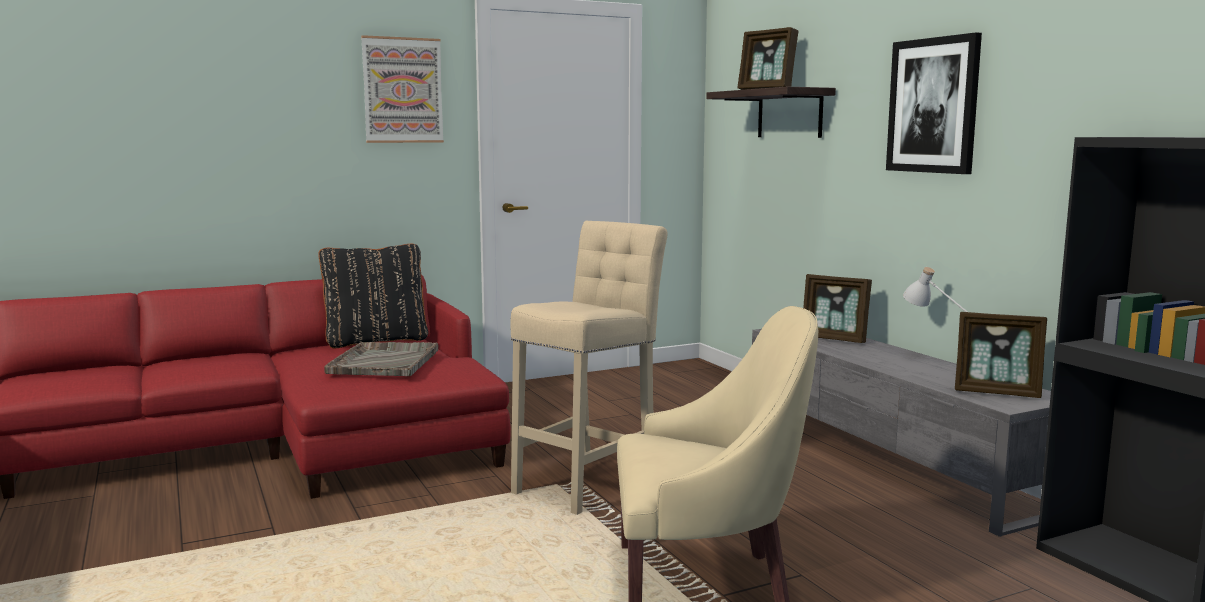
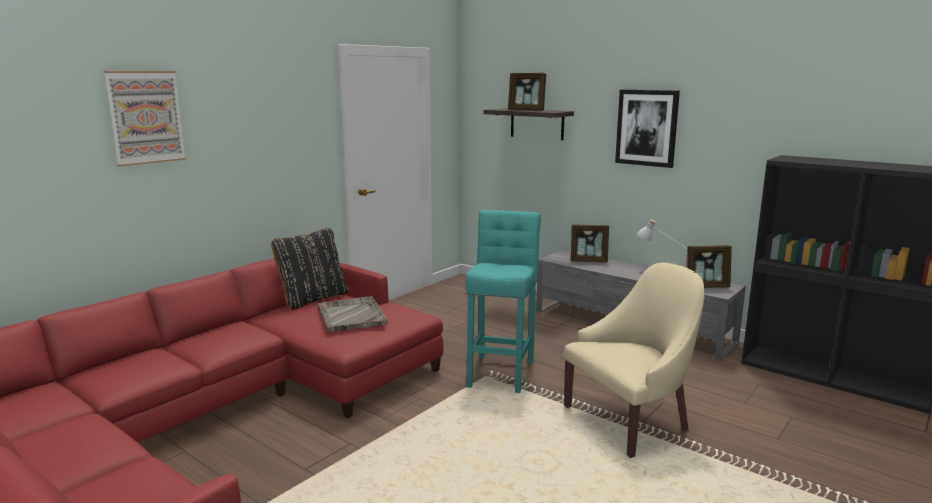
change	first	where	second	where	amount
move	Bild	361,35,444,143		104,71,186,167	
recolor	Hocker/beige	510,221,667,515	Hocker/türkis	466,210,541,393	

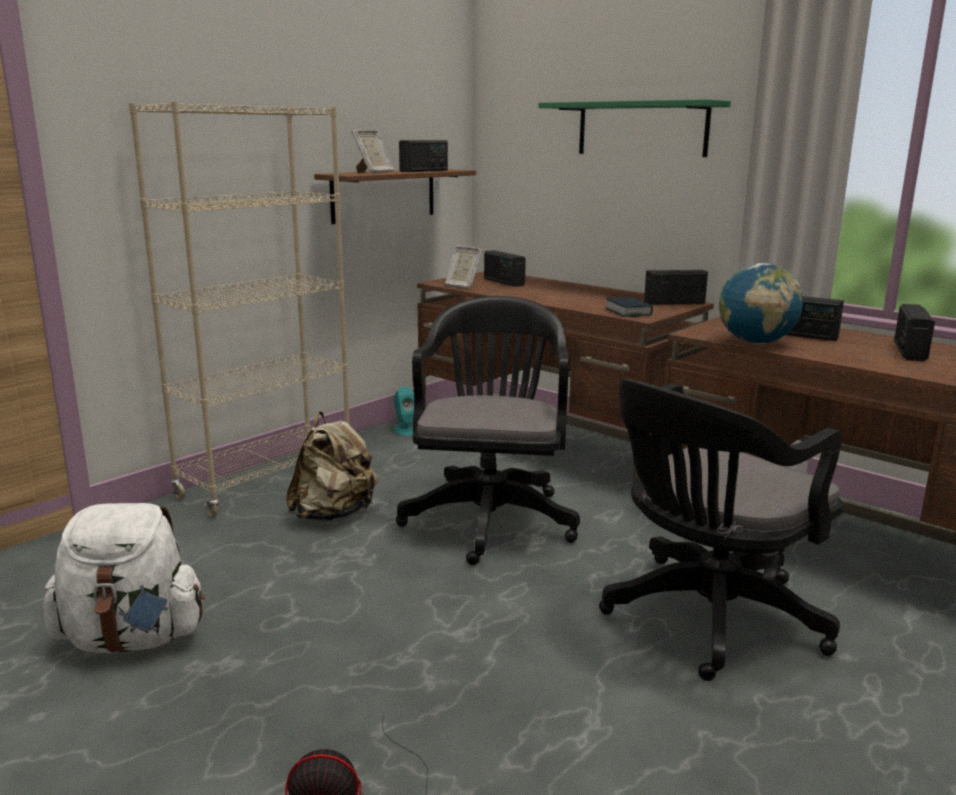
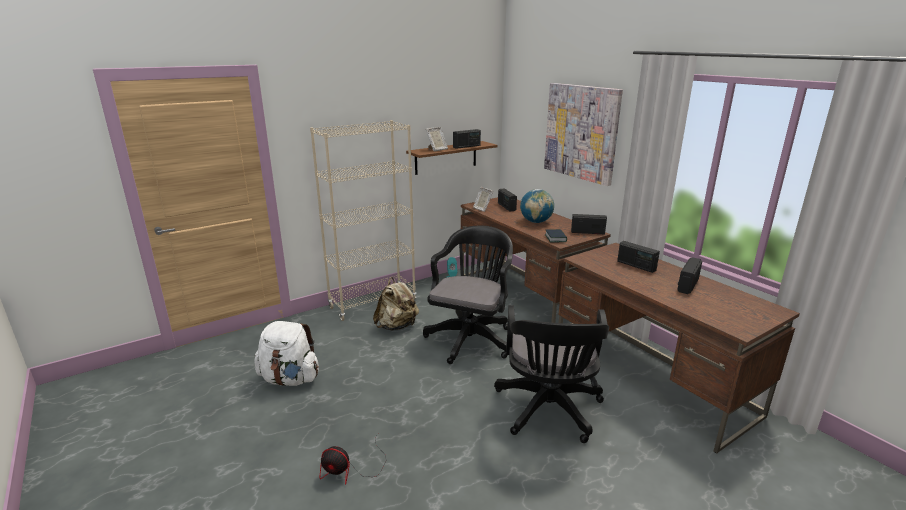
change	first	where	second	where	amount
replace	Wandregal/grün	538,99,731,157	Bild	544,83,623,186	
rotate	Bürostuhl/schwarz	599,379,844,681		494,305,609,443	60 degrees counterclockwise
move	Globus	718,263,803,344		520,189,554,223	

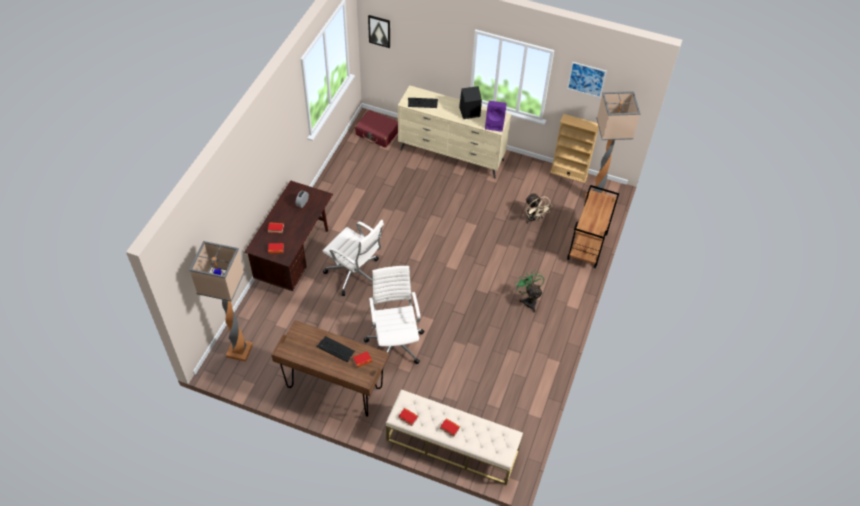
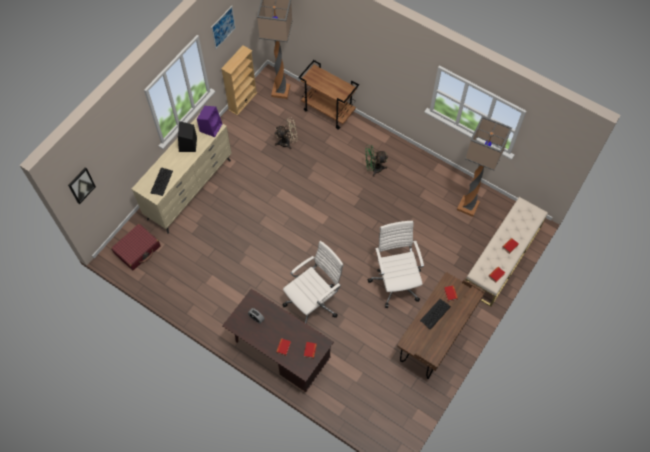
change	first	where	second	where	amount
move	Stehlampe	189,241,253,362		457,116,512,217	
rotate	Bürostuhl/weiß	364,266,424,369		368,221,424,308	75 degrees clockwise

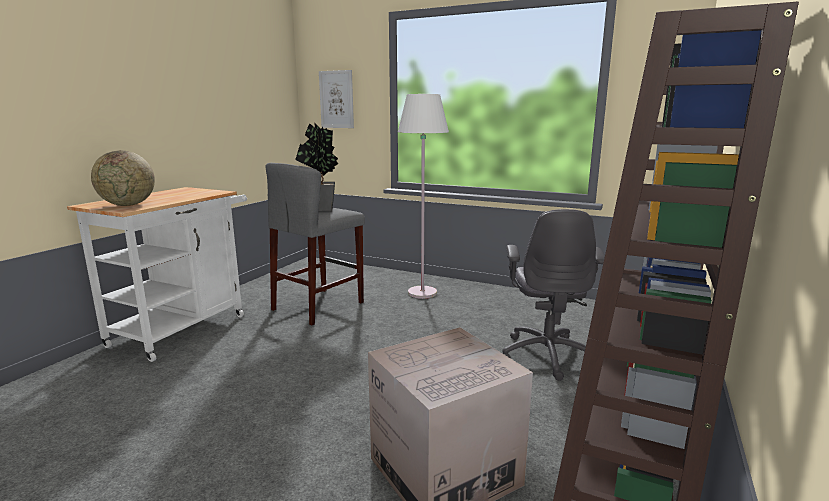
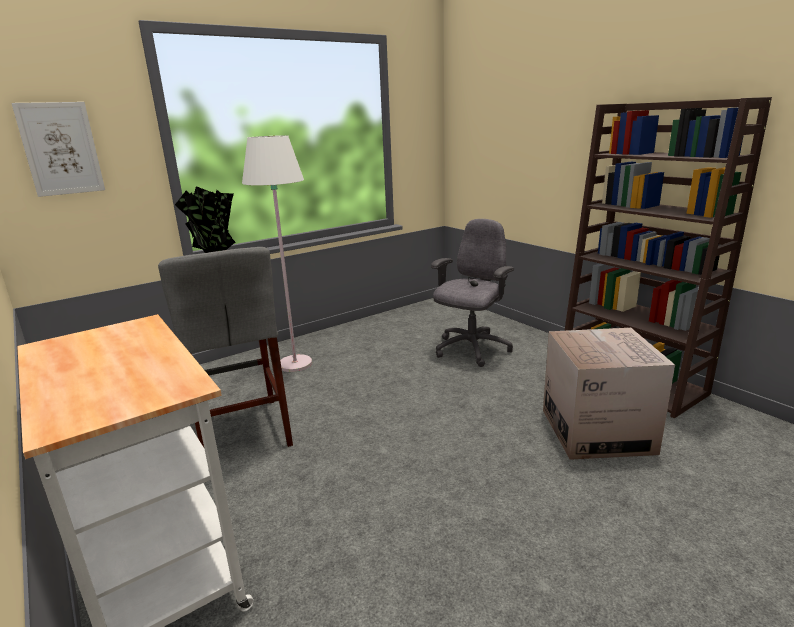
change	first	where	second	where	amount
delete	Globus	91,150,155,206			
rotate	Bürostuhl/grau	502,209,605,381		431,219,514,367	90 degrees counterclockwise

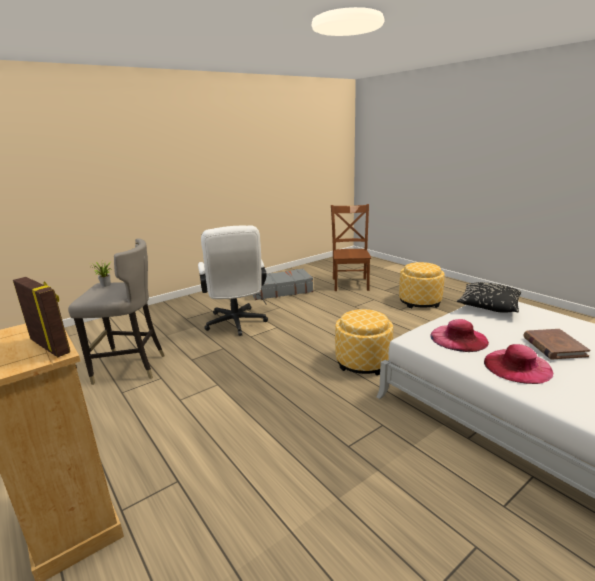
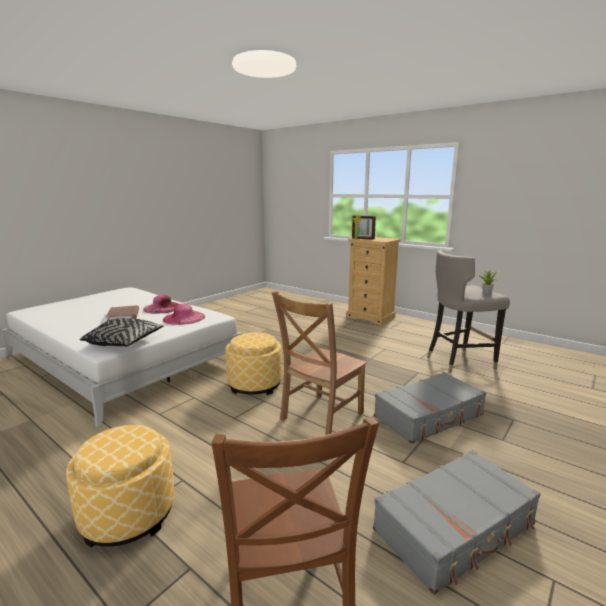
change	first	where	second	where	amount
replace	Bürostuhl/weiß	198,225,268,336	Koffer/grau	374,372,486,444	
insert			Stuhl/braun	272,291,367,435	

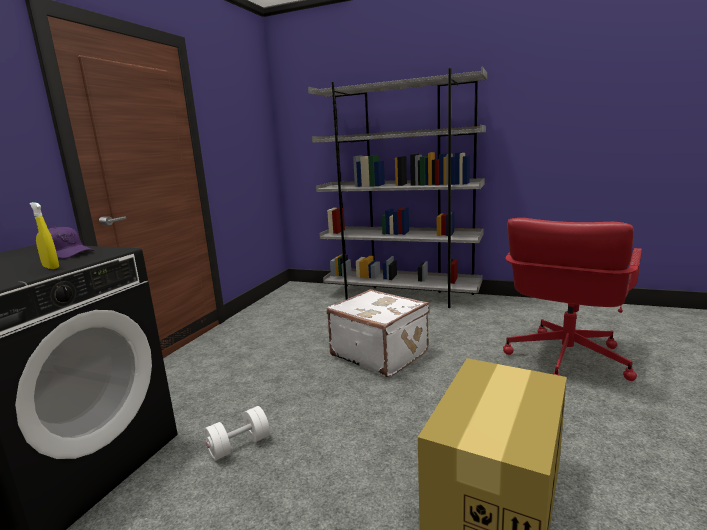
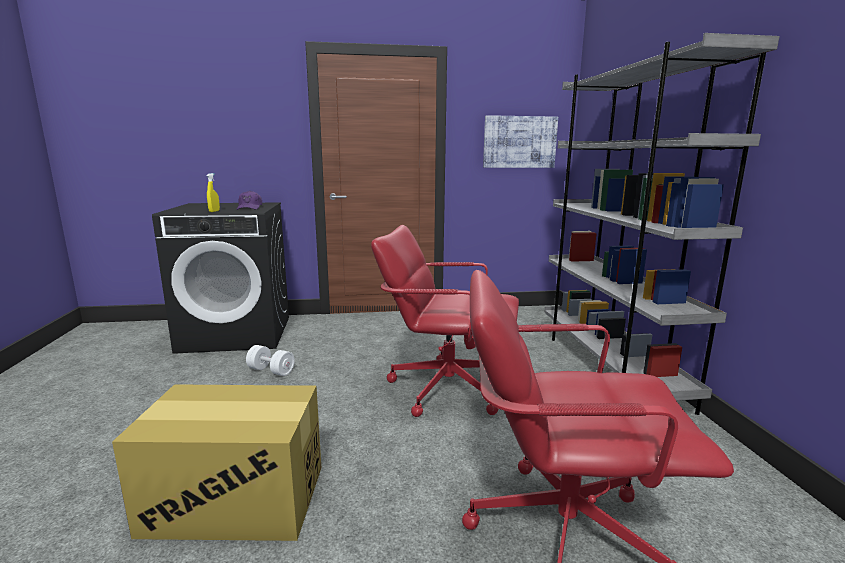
change	first	where	second	where	amount
replace	Koffer/weiß	327,289,430,377	Bürostuhl/rot	371,225,519,417	
insert			Bild	483,115,558,168	

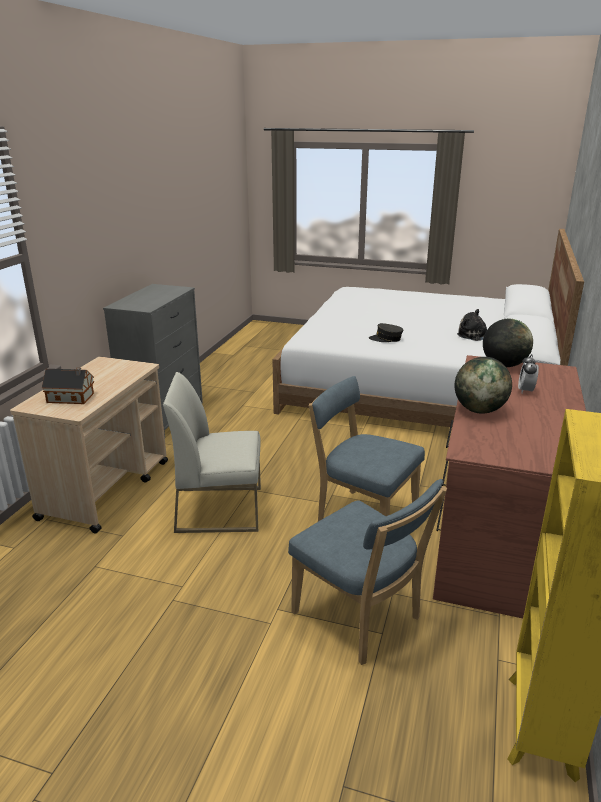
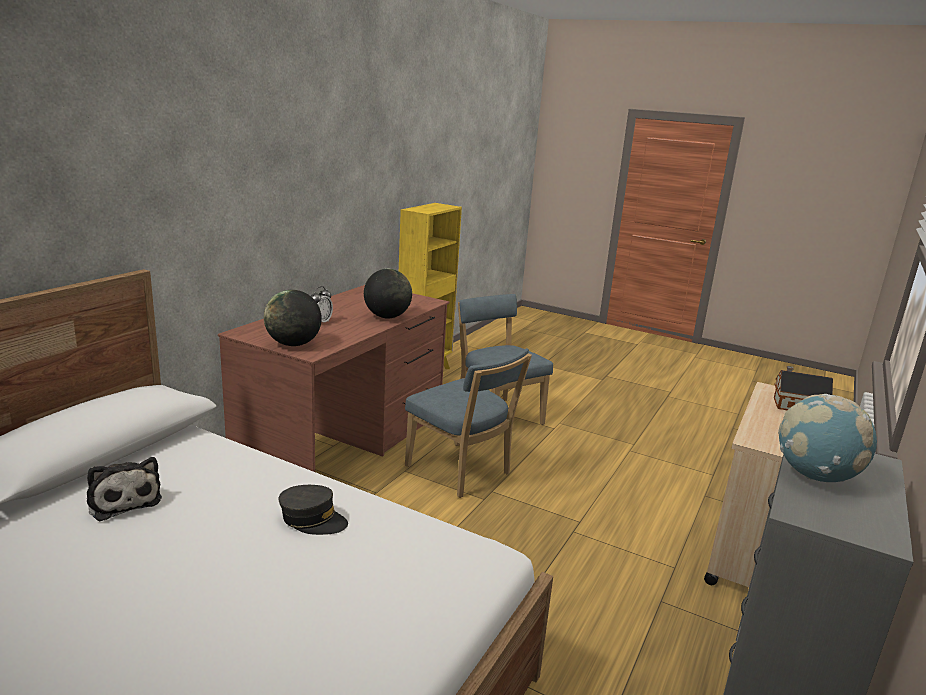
change	first	where	second	where	amount
delete	Stuhl/weiß	163,372,261,533			
insert			Globus	778,394,877,482	

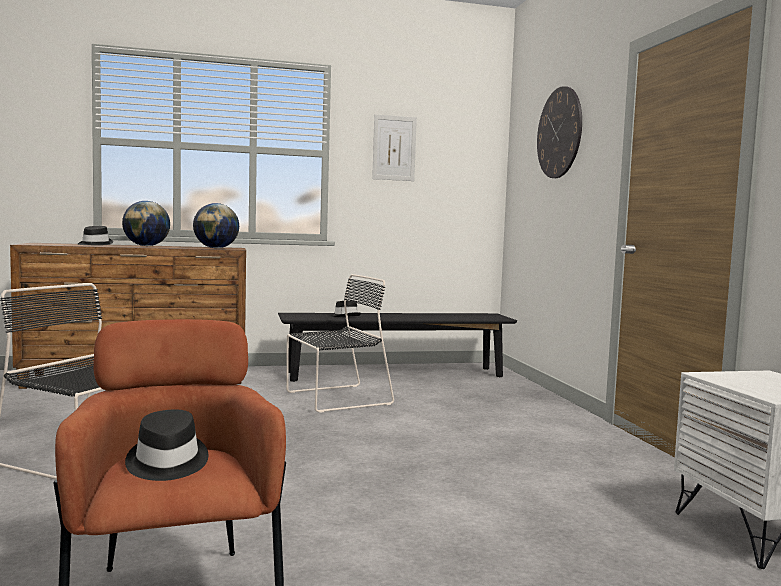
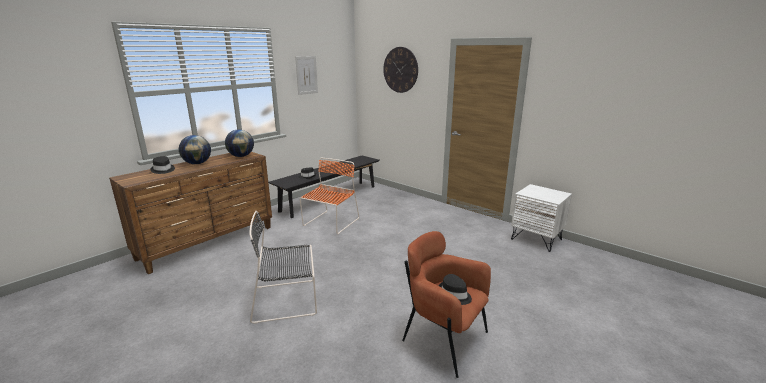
change	first	where	second	where	amount
recolor	Stuhl/schwarz	286,274,394,413	Stuhl/orange	300,158,359,234	

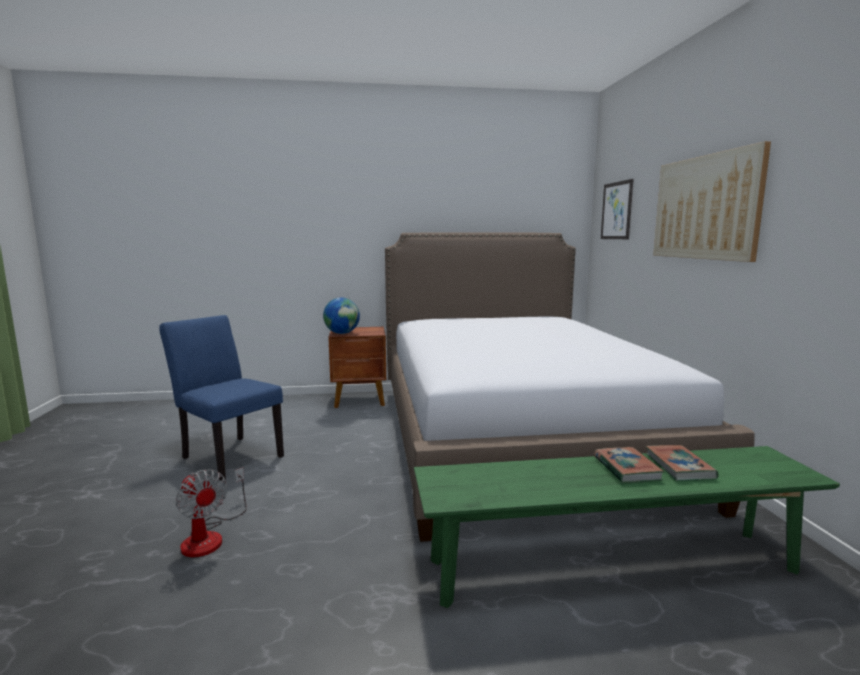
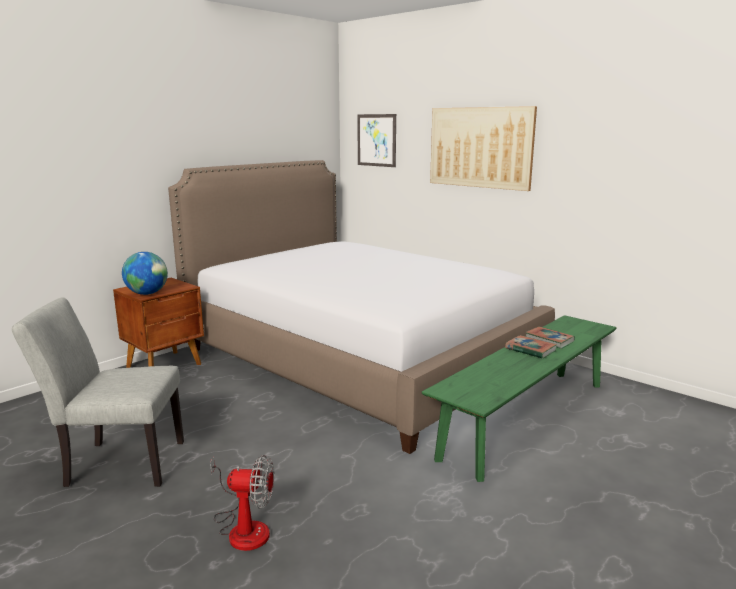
change	first	where	second	where	amount
recolor	Stuhl/blau	159,315,284,481	Stuhl/grau	12,297,184,487	

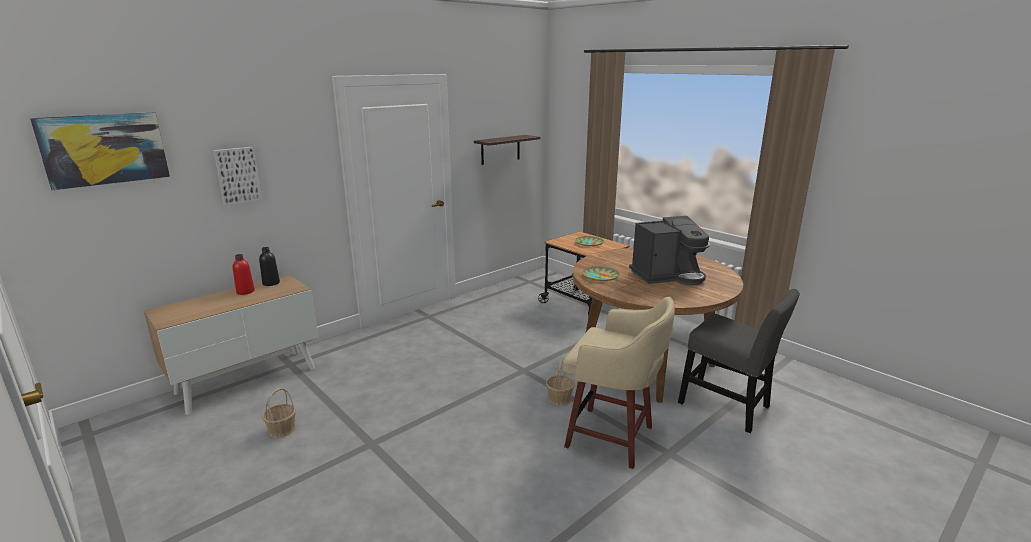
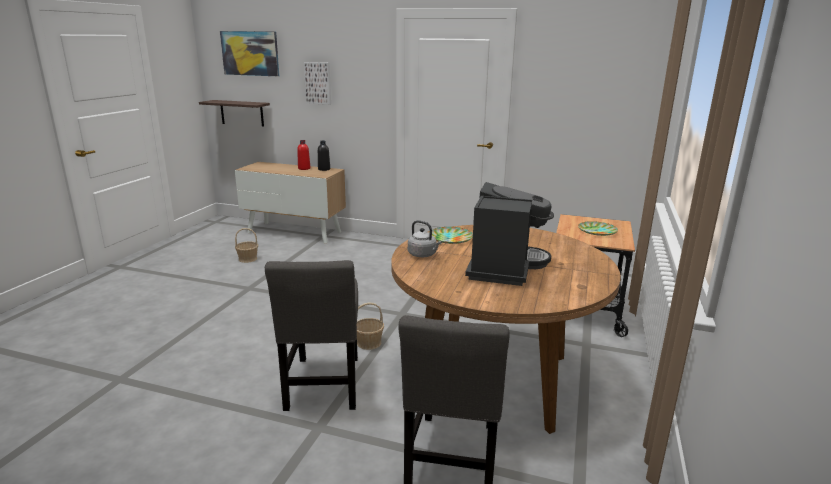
change	first	where	second	where	amount
move	Wandregal	474,135,541,165		199,100,270,127	
replace	Hocker/beige	563,296,675,469	Stuhl/grau	265,260,358,411	
rotate	Kaffeemaschine	629,216,710,285		465,182,554,286	120 degrees counterclockwise
insert			Wasserkessel/grau	408,220,442,257	

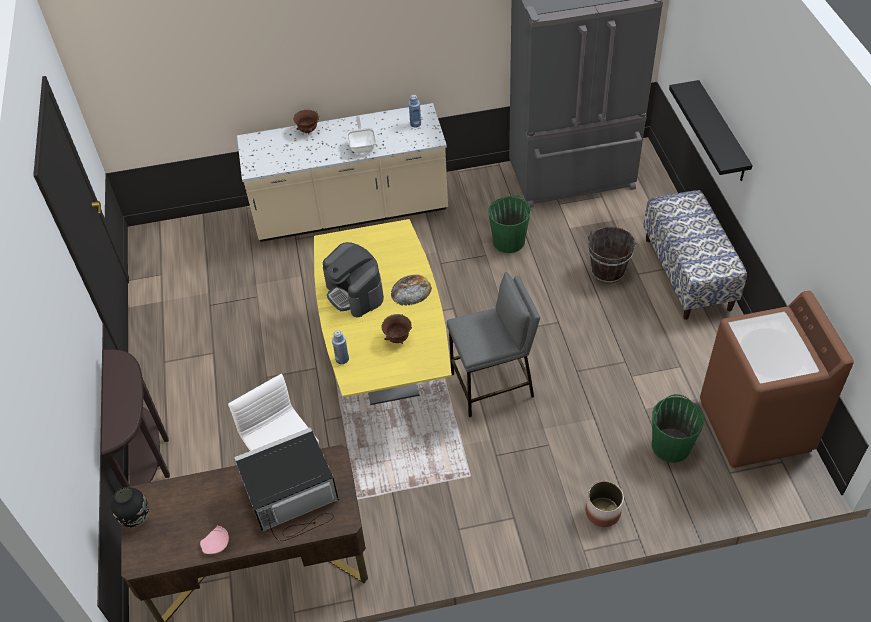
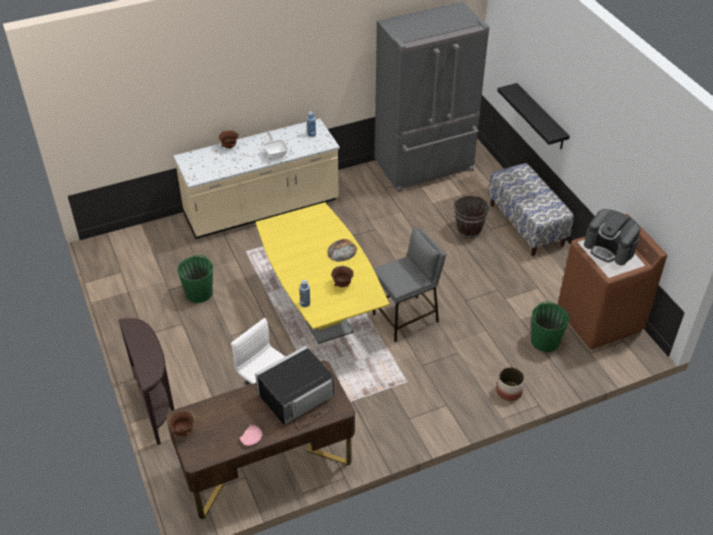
change	first	where	second	where	amount
replace	Vase/schwarz	111,487,149,528	Schüssel/braun	168,411,195,436	
move	Kaffeemaschine	323,242,384,317		584,209,640,265	
move	Eimer/grün	488,195,531,253		177,255,213,303	

